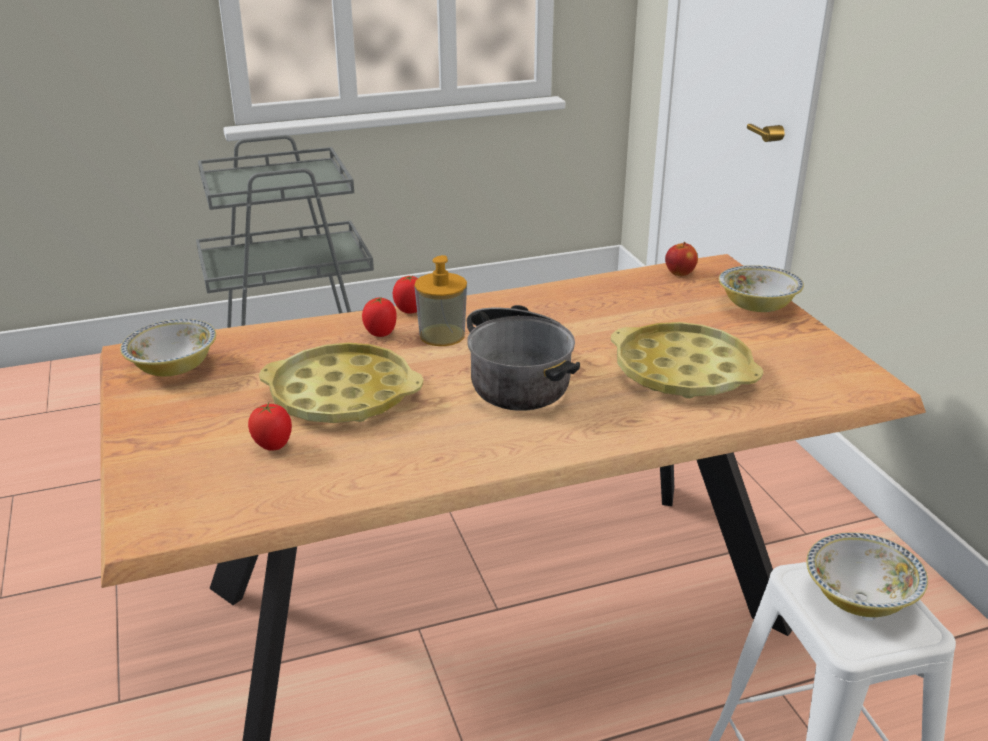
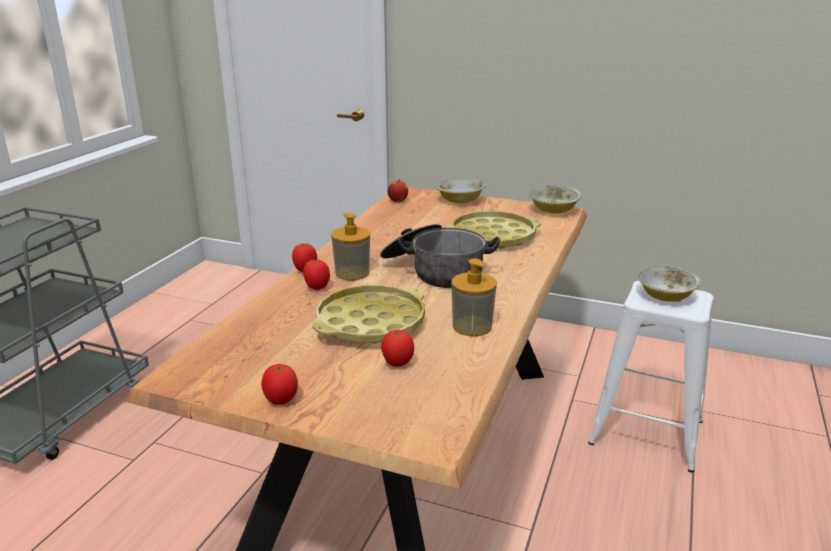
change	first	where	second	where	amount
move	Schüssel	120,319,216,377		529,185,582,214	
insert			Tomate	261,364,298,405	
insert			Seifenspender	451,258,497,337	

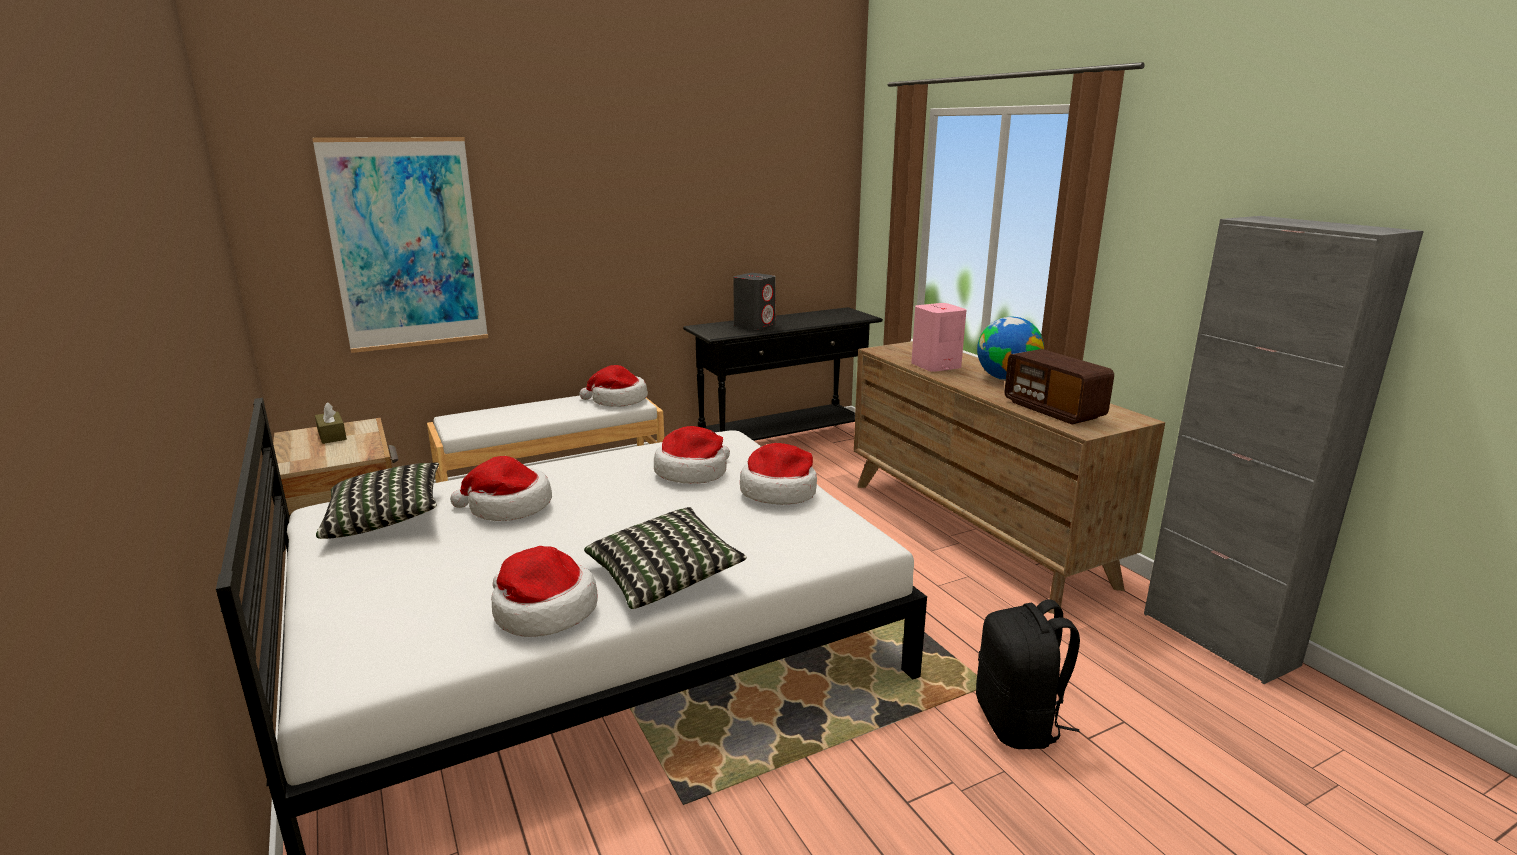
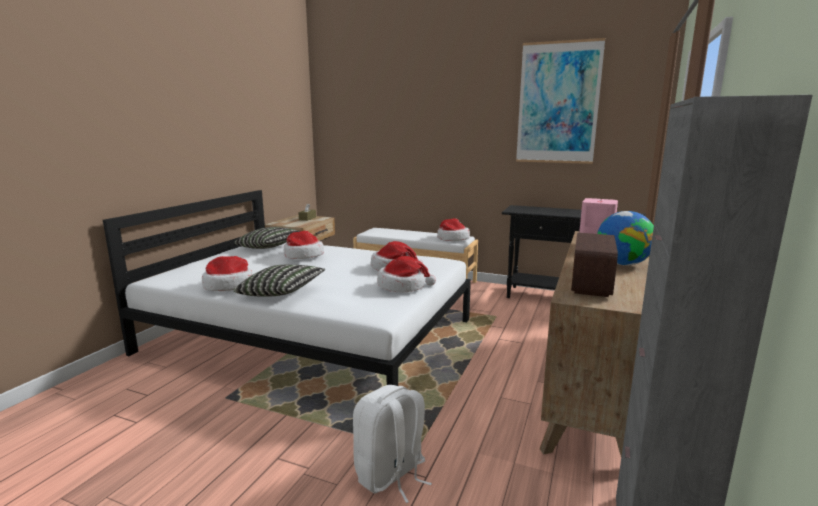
change	first	where	second	where	amount
move	Bild	312,137,488,353		516,38,605,164	
delete	Lautsprecher/grau	733,273,776,330			
recolor	Rucksack/schwarz	976,599,1080,749	Rucksack/weiß	353,385,432,503	

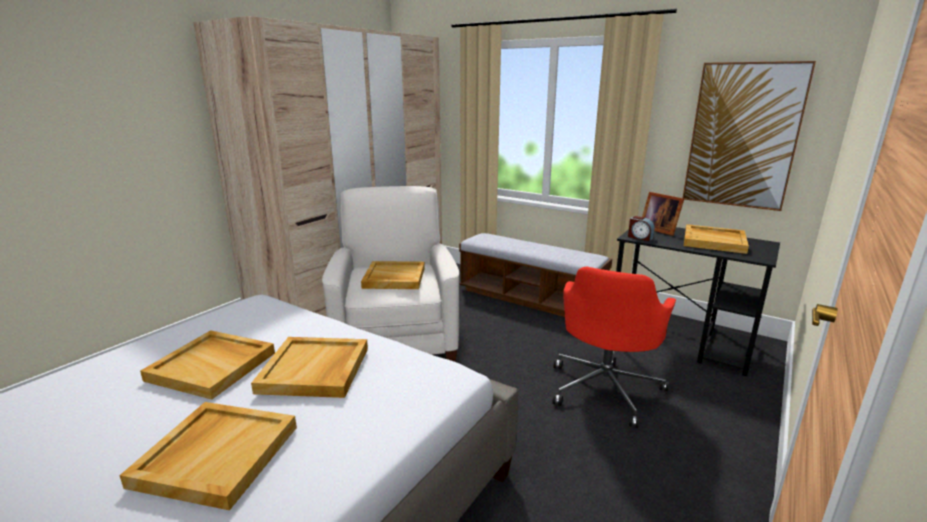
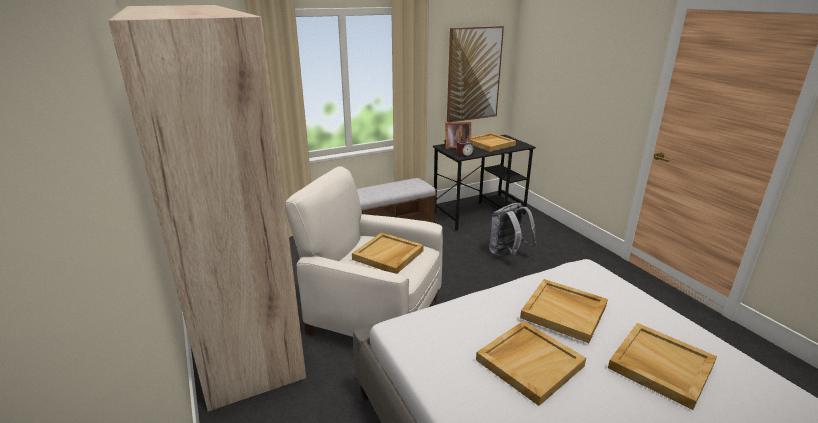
change	first	where	second	where	amount
replace	Bürostuhl/rot	552,267,676,428	Rucksack/grau	489,203,537,257	

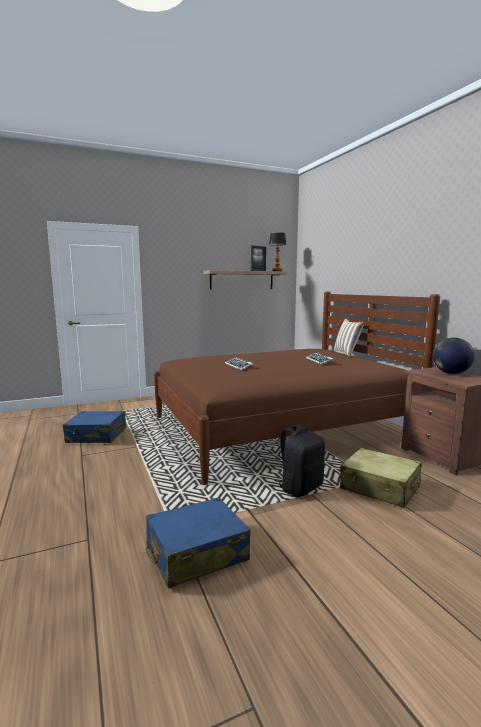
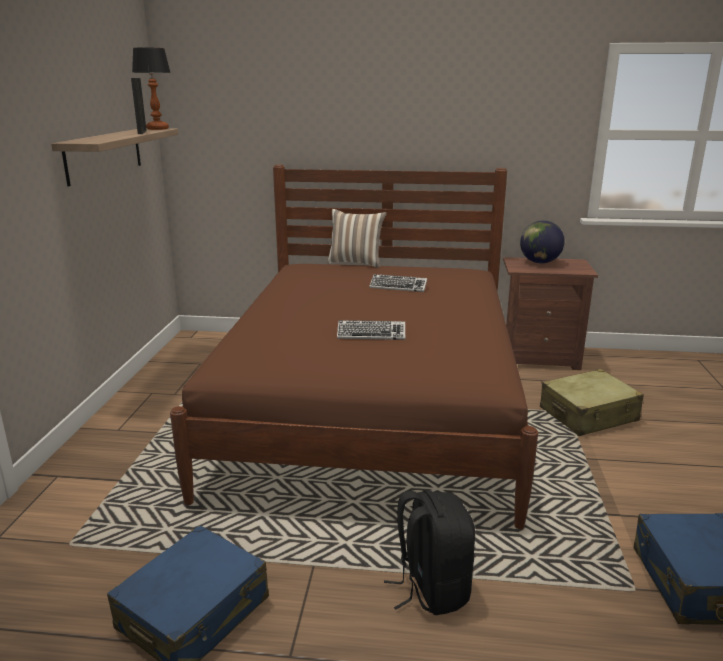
change	first	where	second	where	amount
move	Rucksack/schwarz	274,424,325,497		384,491,475,615	

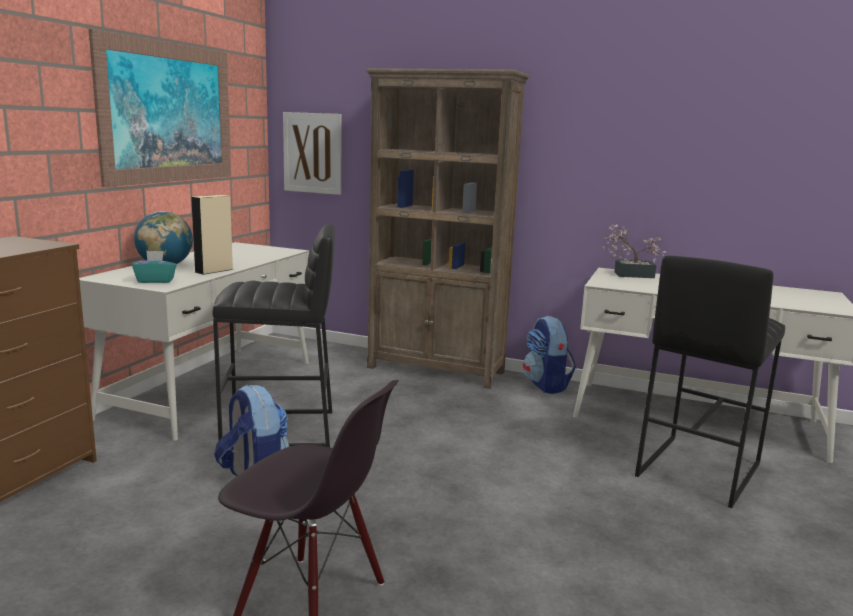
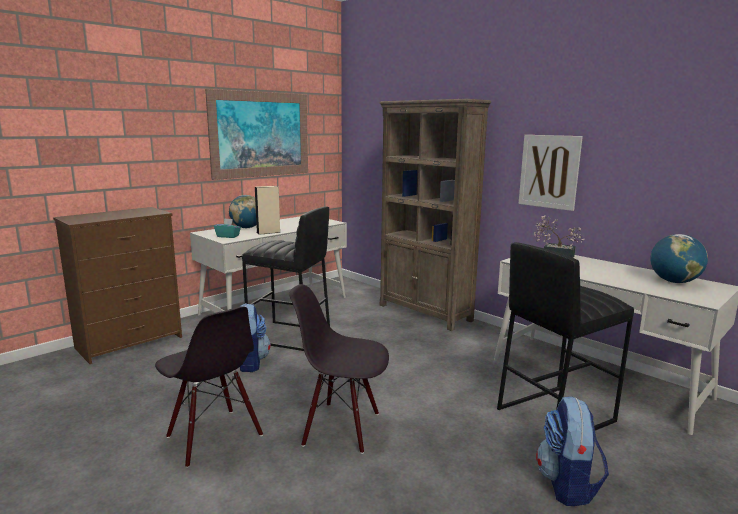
change	first	where	second	where	amount
move	Bild	283,112,342,195		519,135,583,211	
move	Rucksack	523,316,576,394		536,396,609,506	
insert			Stuhl/schwarz	289,284,389,454	
insert			Globus	650,234,708,283	

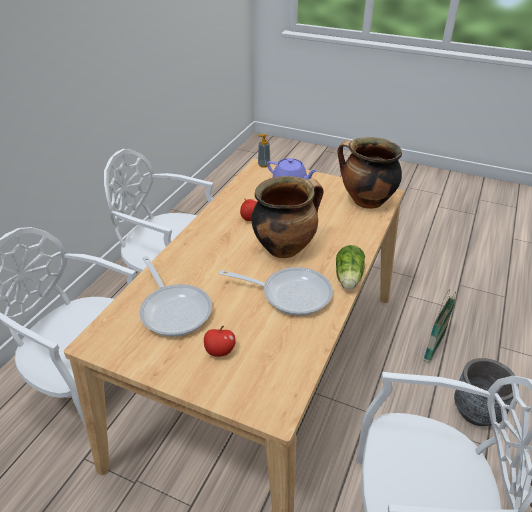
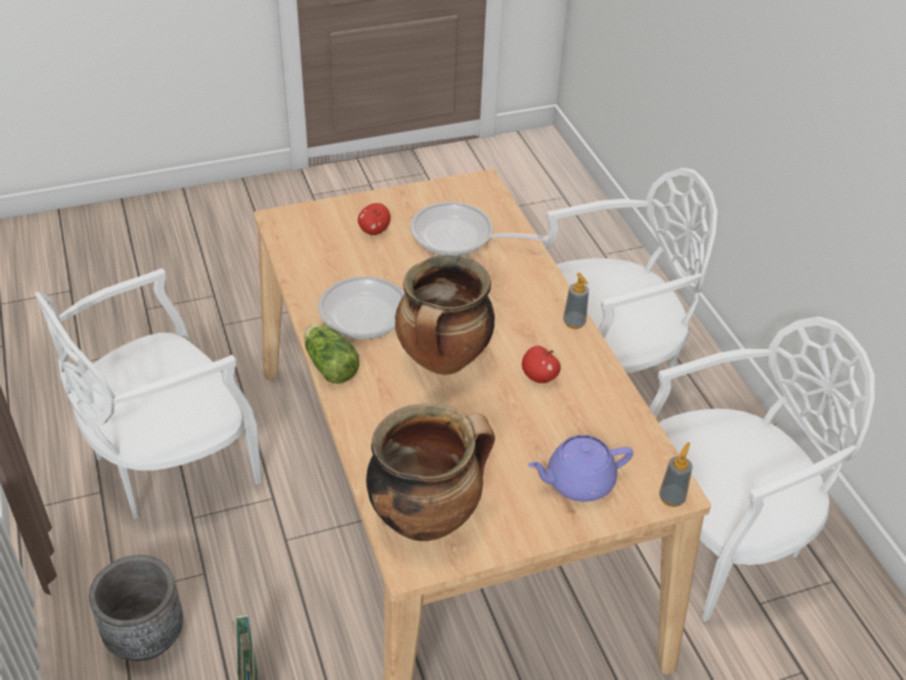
change	first	where	second	where	amount
insert			Seifenspender	563,273,589,329	

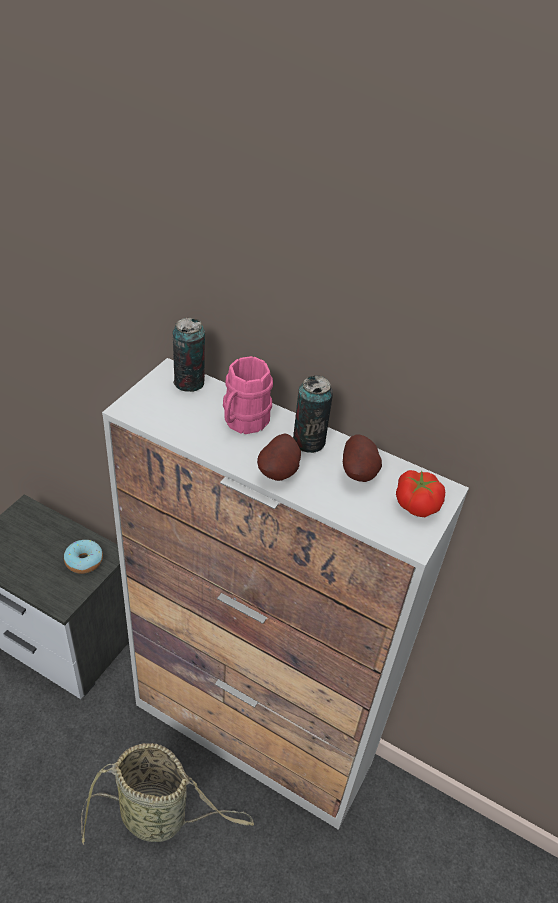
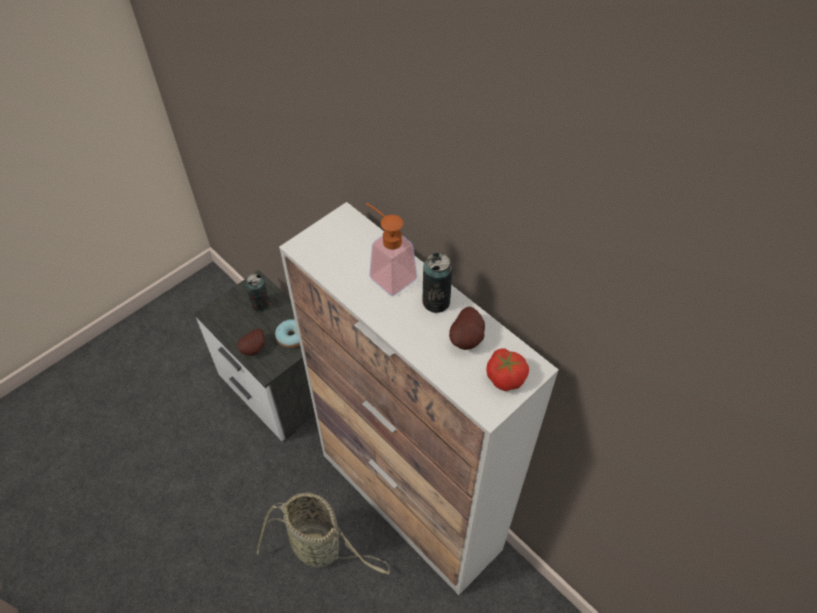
change	first	where	second	where	amount
move	Dose	173,318,205,392		245,274,269,312	
replace	Henkelbecher/rosa	223,356,273,434	Seifenspender	366,203,418,296	
move	Kartoffel	257,434,301,481		237,329,265,355	

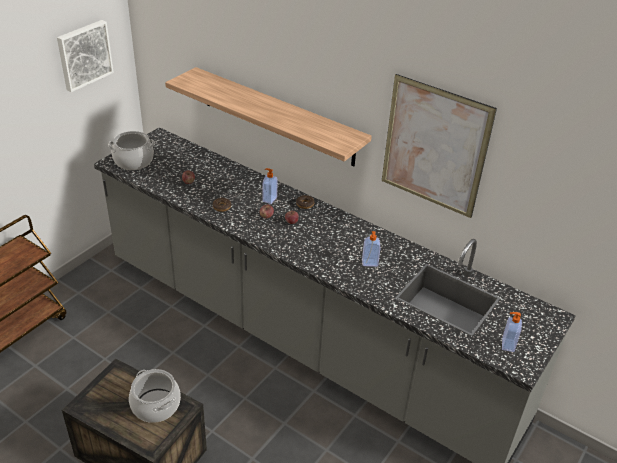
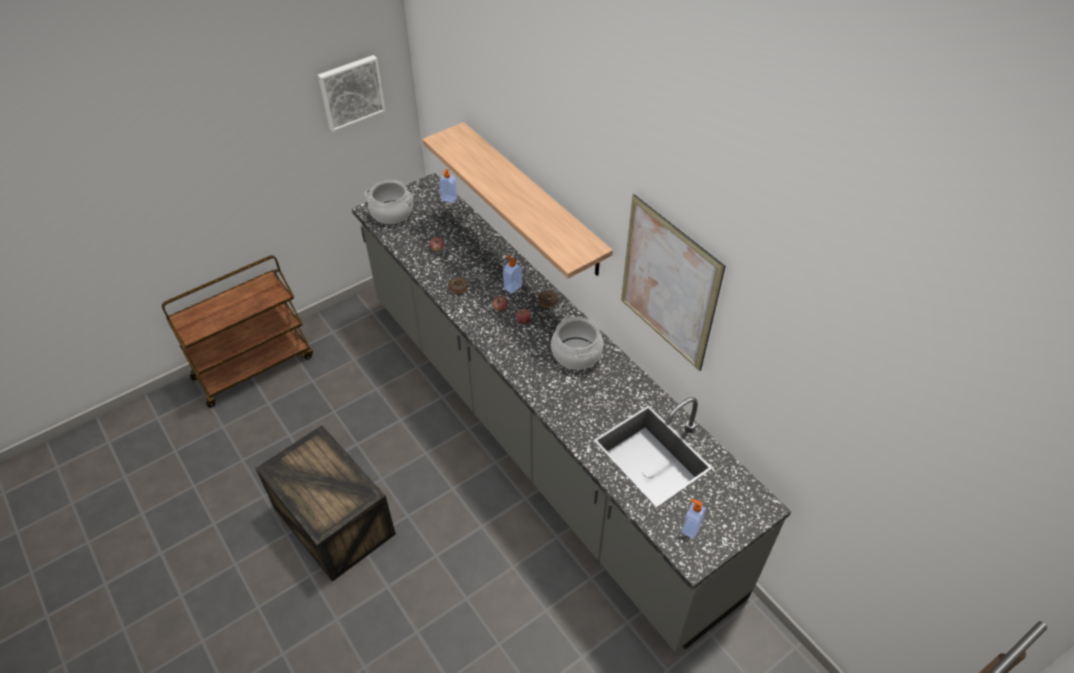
change	first	where	second	where	amount
move	Kochtopf	129,369,181,423		551,315,603,370	
move	Seifenspender	362,231,381,267		439,169,458,203	

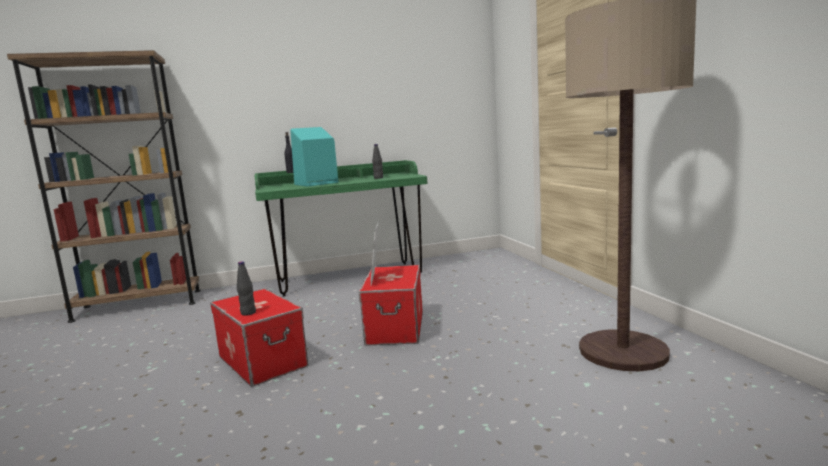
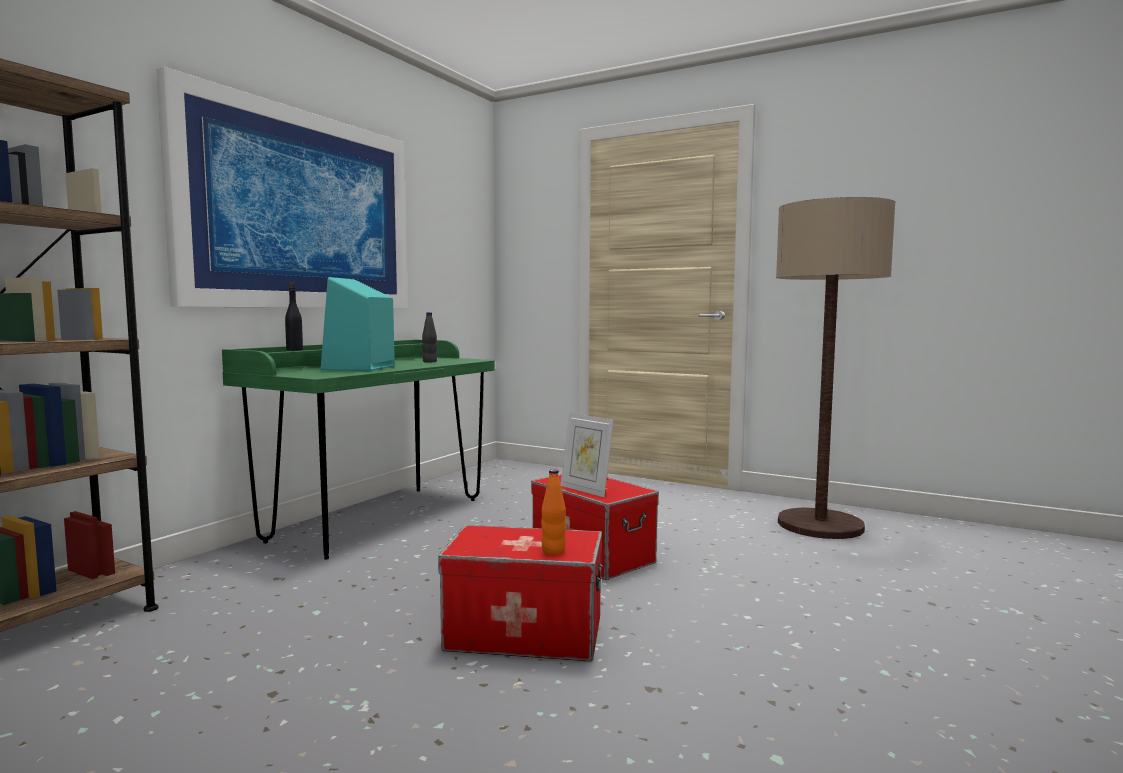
change	first	where	second	where	amount
recolor	Flasche/schwarz	237,261,256,316	Flasche/orange	541,469,566,555	
insert			Bild	156,67,407,308	

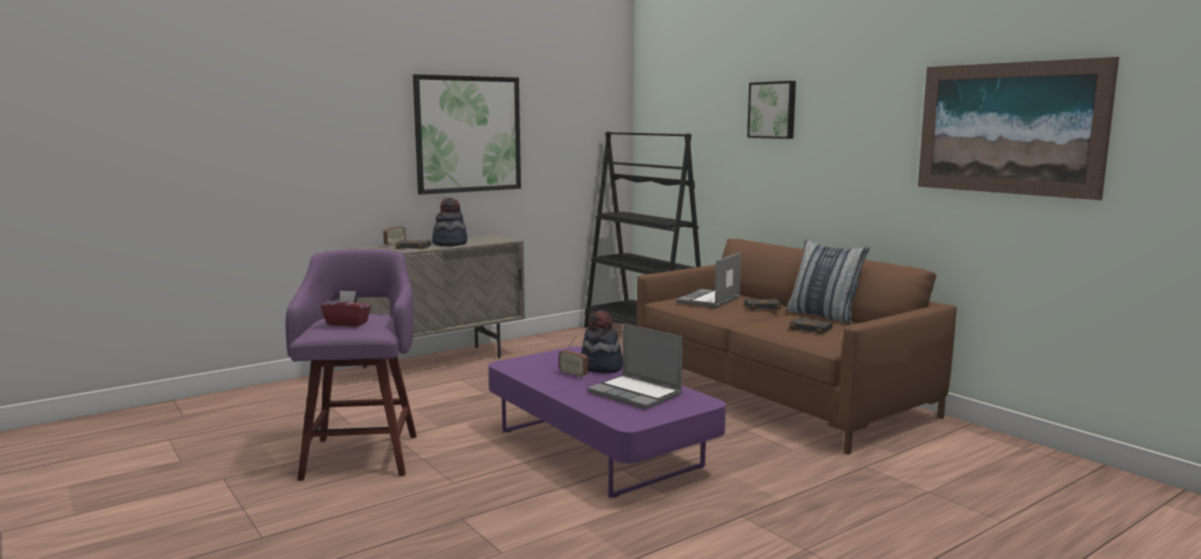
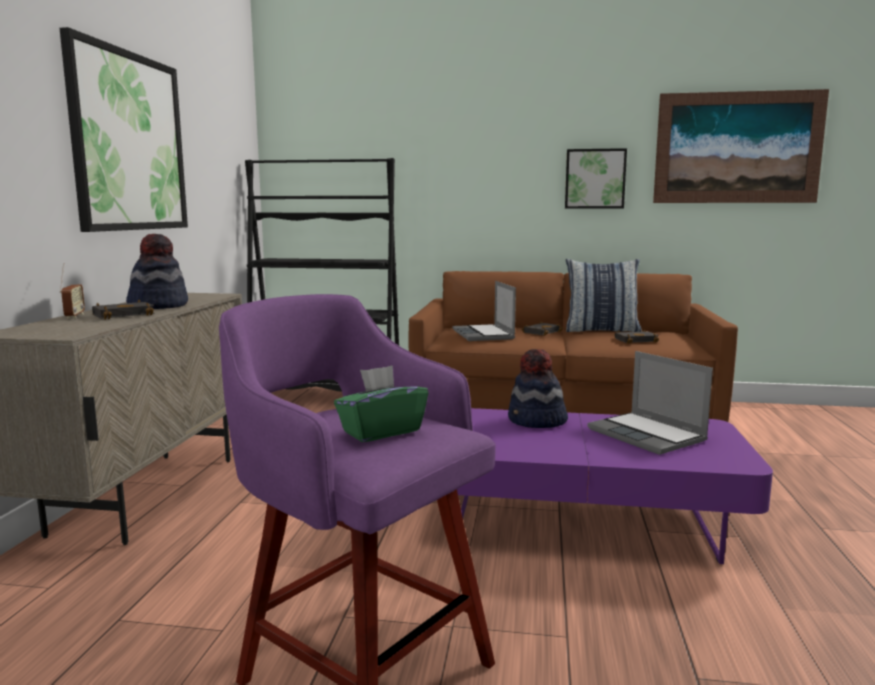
change	first	where	second	where	amount
recolor	Taschentuchbox/rot	321,290,371,327	Taschentuchbox/grün	334,365,428,442	
delete	Radio	559,335,588,378			
rotate	Laptop	587,323,683,409		587,351,713,455	60 degrees clockwise
move	Bild	747,81,796,139		565,148,627,209	

